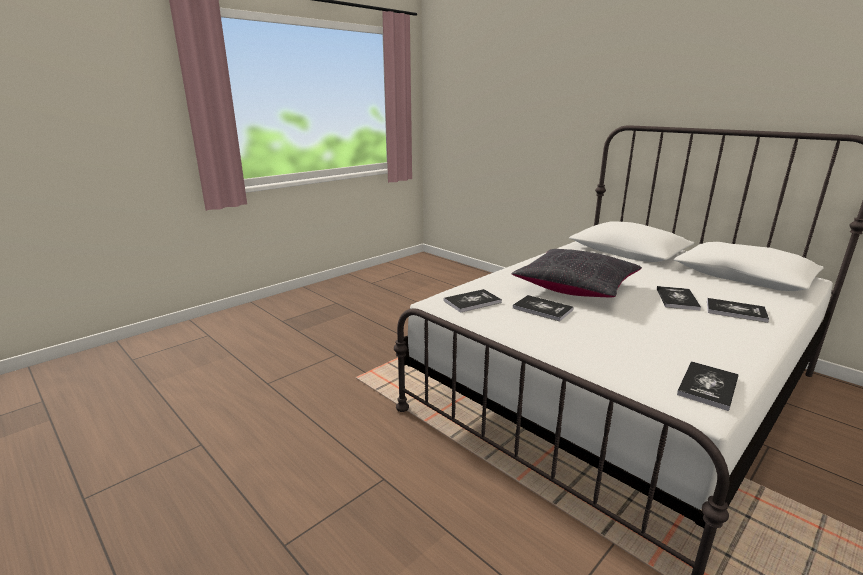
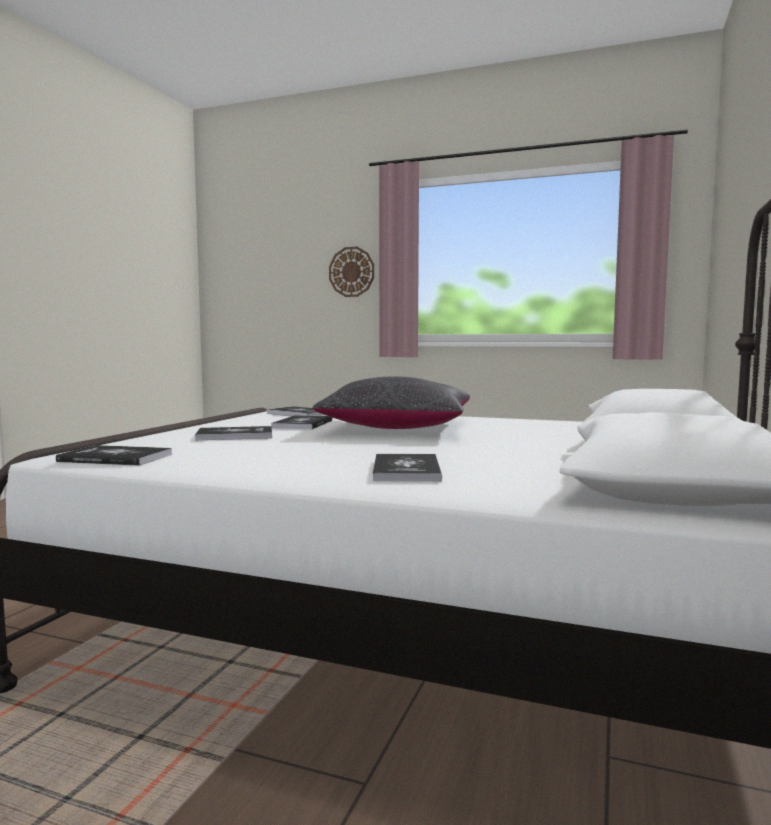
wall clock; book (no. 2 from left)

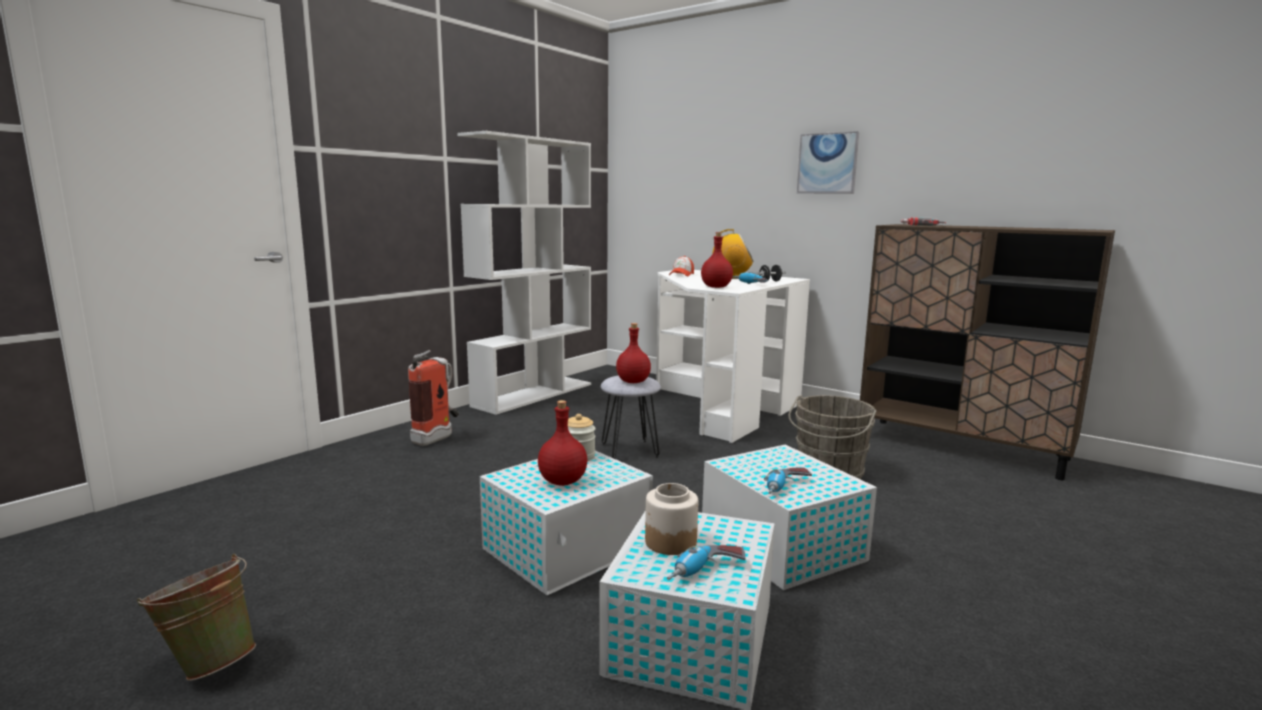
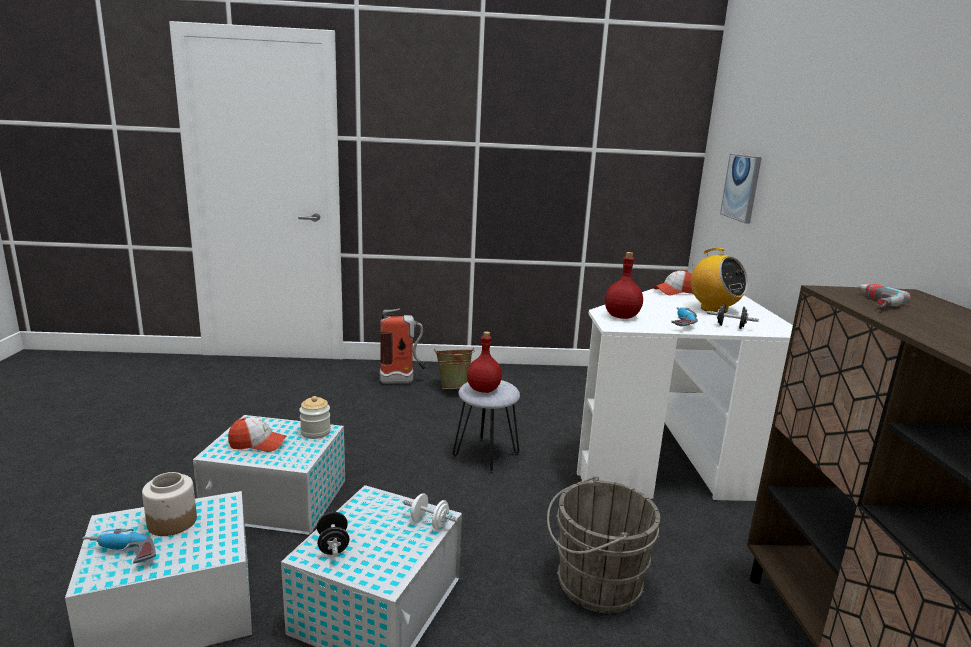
shelving unit (white-coloured); dumbbell (white-coloured); pail (green); picture; peaked cap (no. 1 from left); dumbbell (blackish) (no. 1 from left)

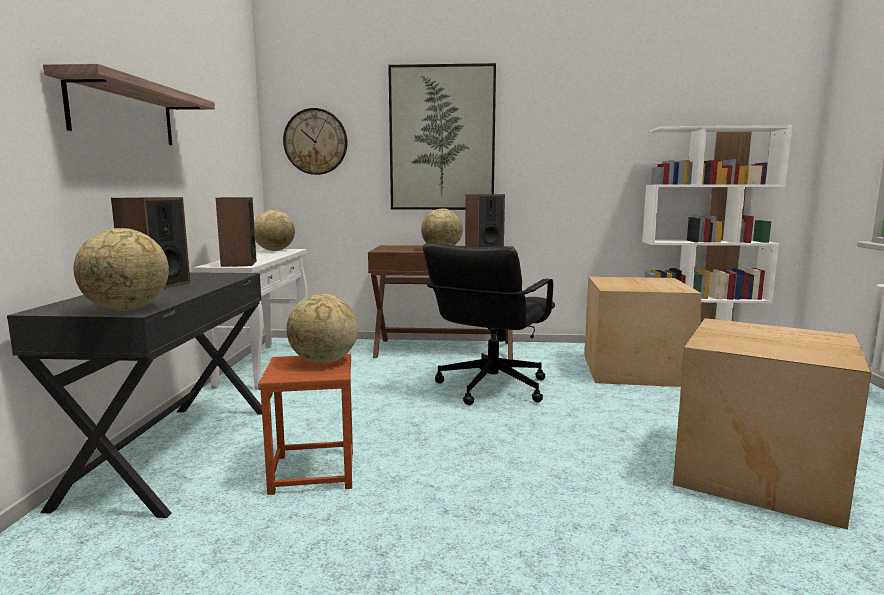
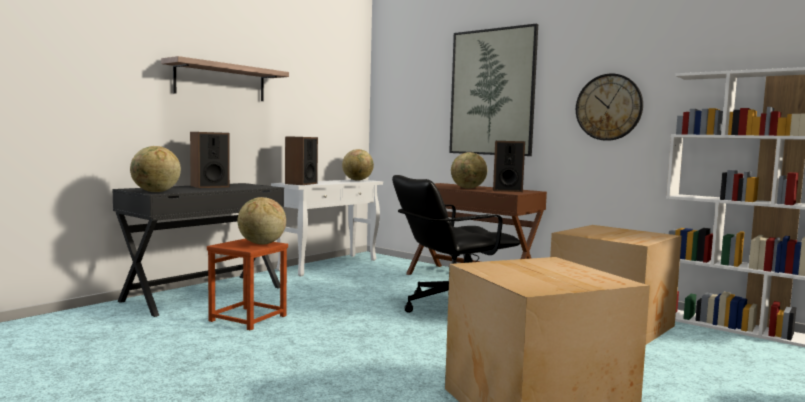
wall clock

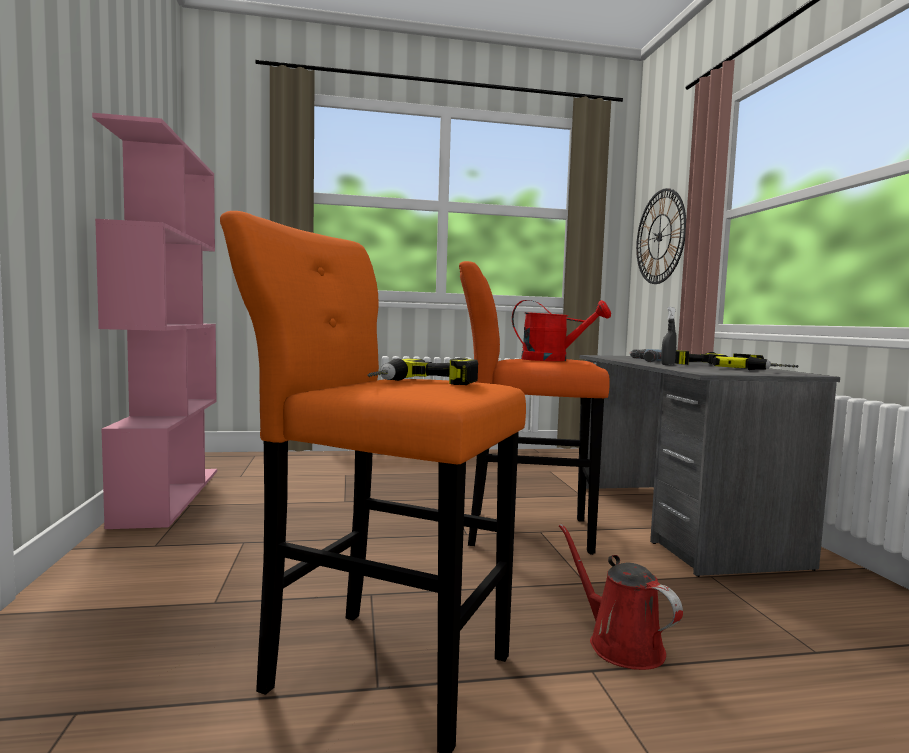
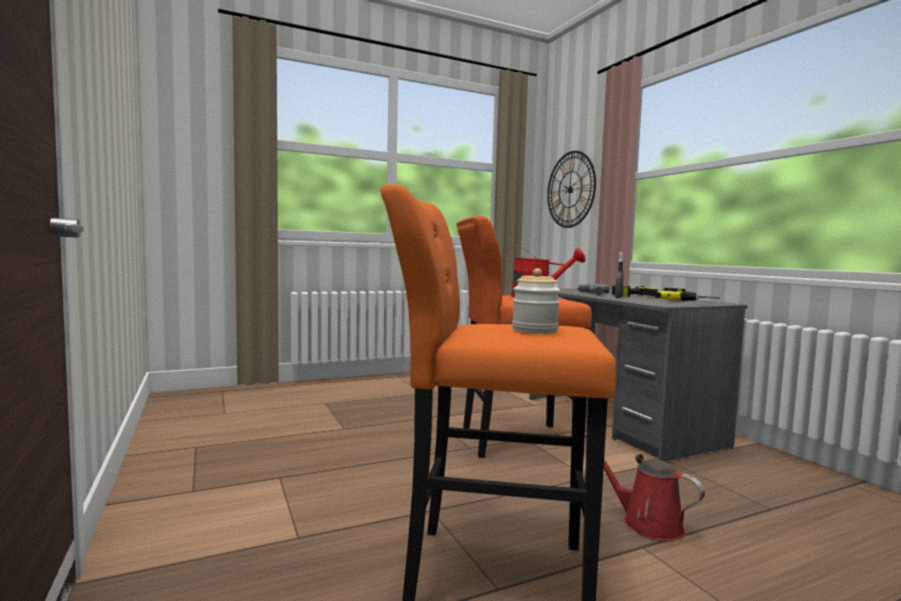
shelving unit (pink); jar

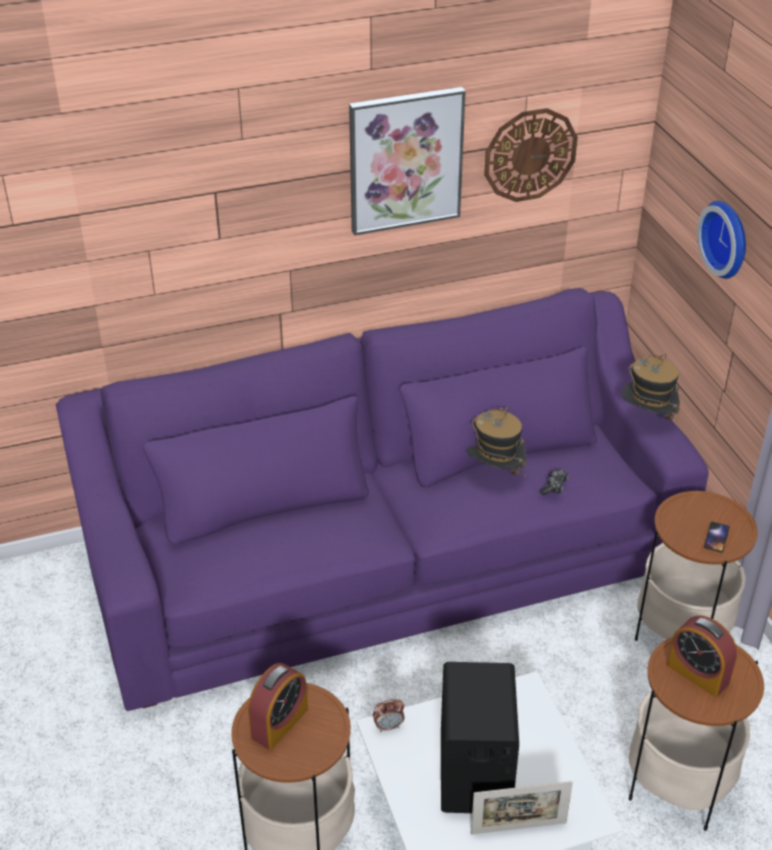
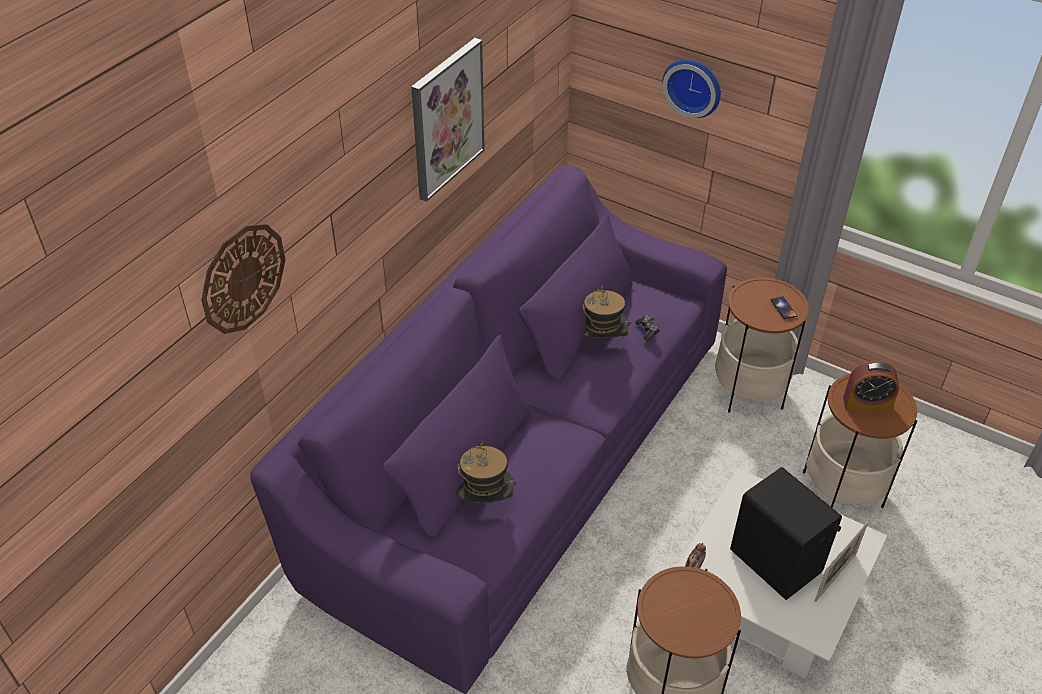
alarm clock (no. 1 from left in the first image); wall clock (no. 1 from left); hat (no. 1 from left)

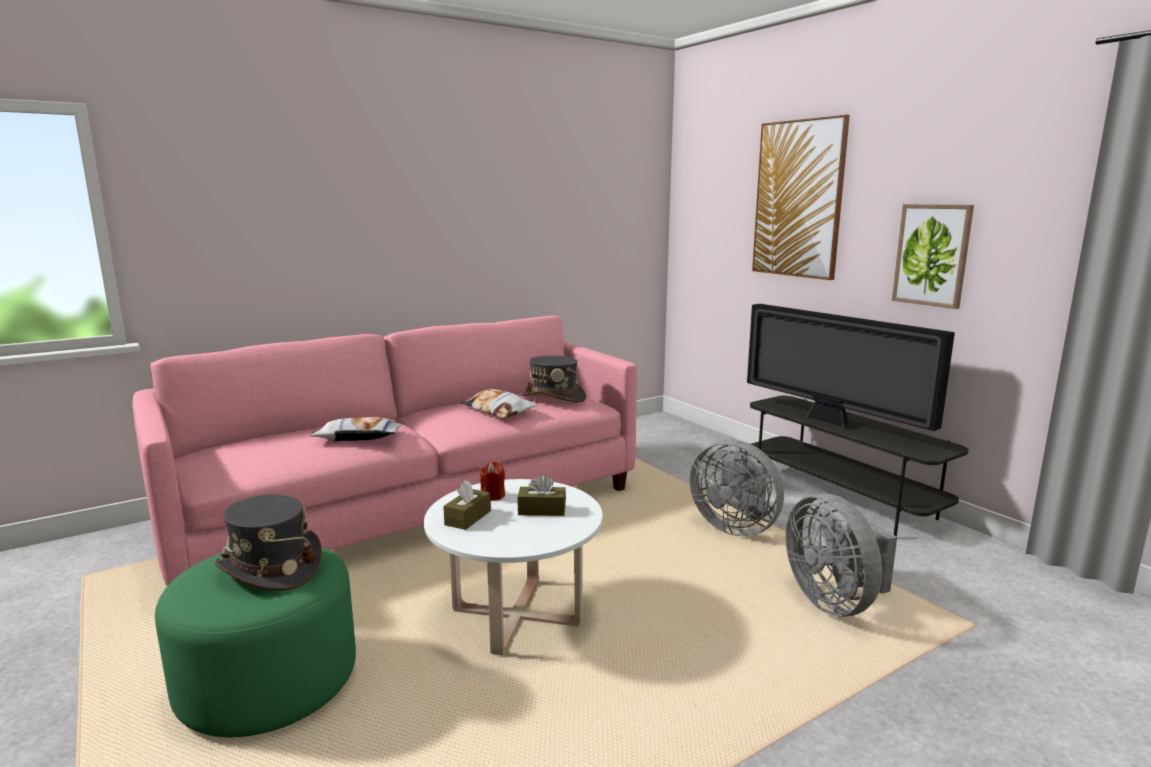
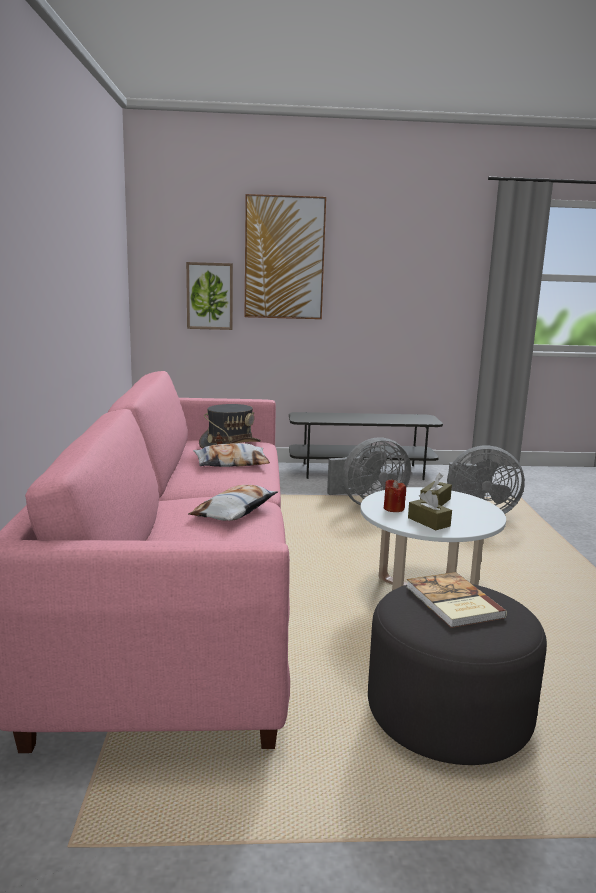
television; picture (no. 1 from left); book; pouffe (grey)

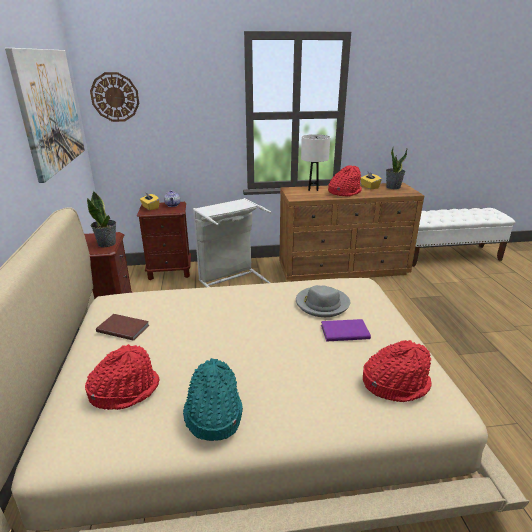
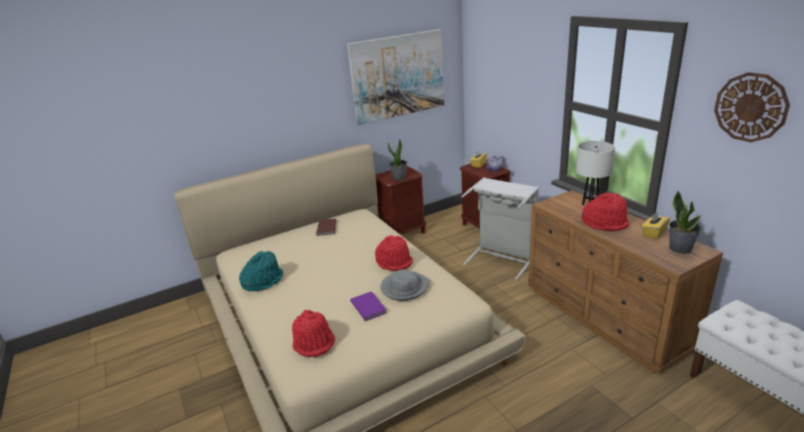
hat (red) (no. 2 from left); wall clock

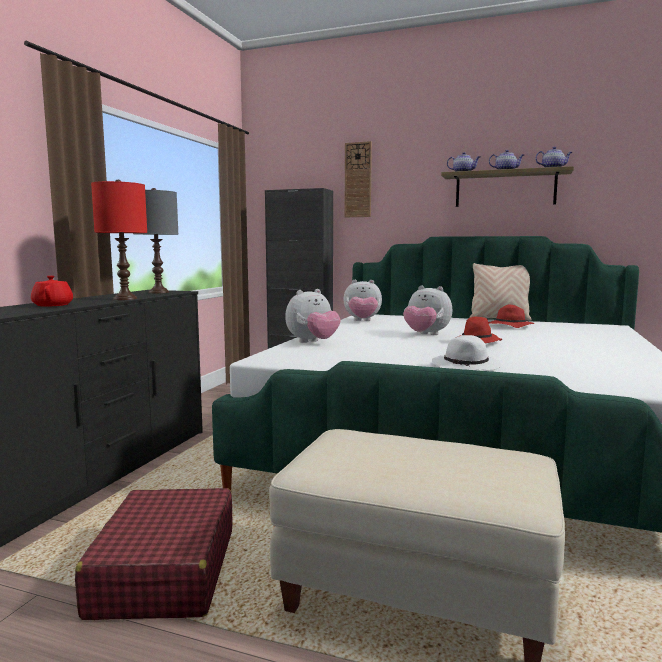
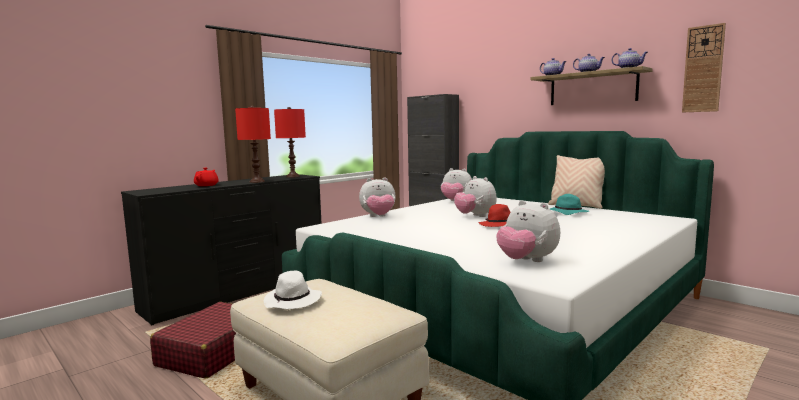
plush toy (no. 4 from left); wall clock; hat (white-coloured); lamp for a table (red) (no. 2 from left); hat (turquoise-coloured)

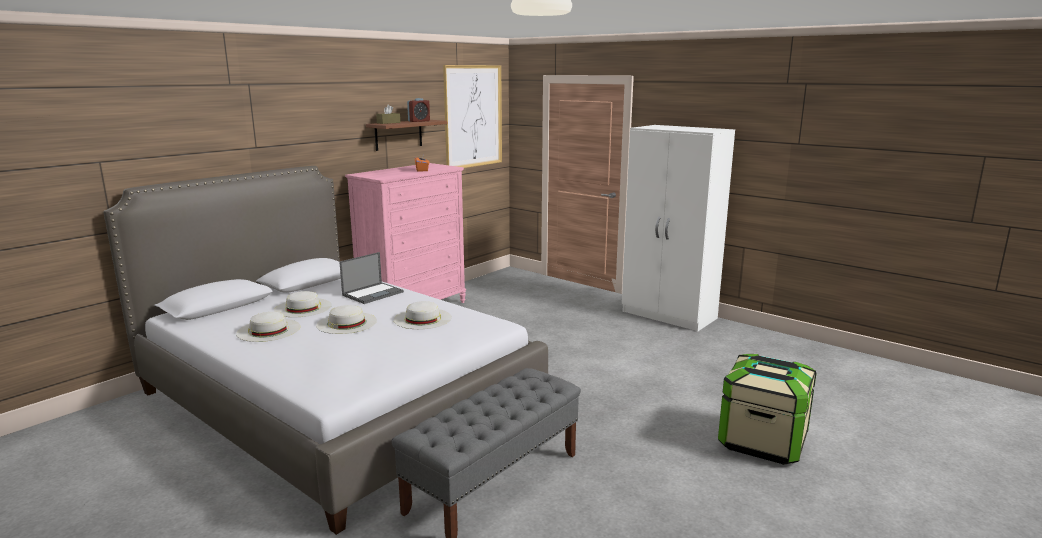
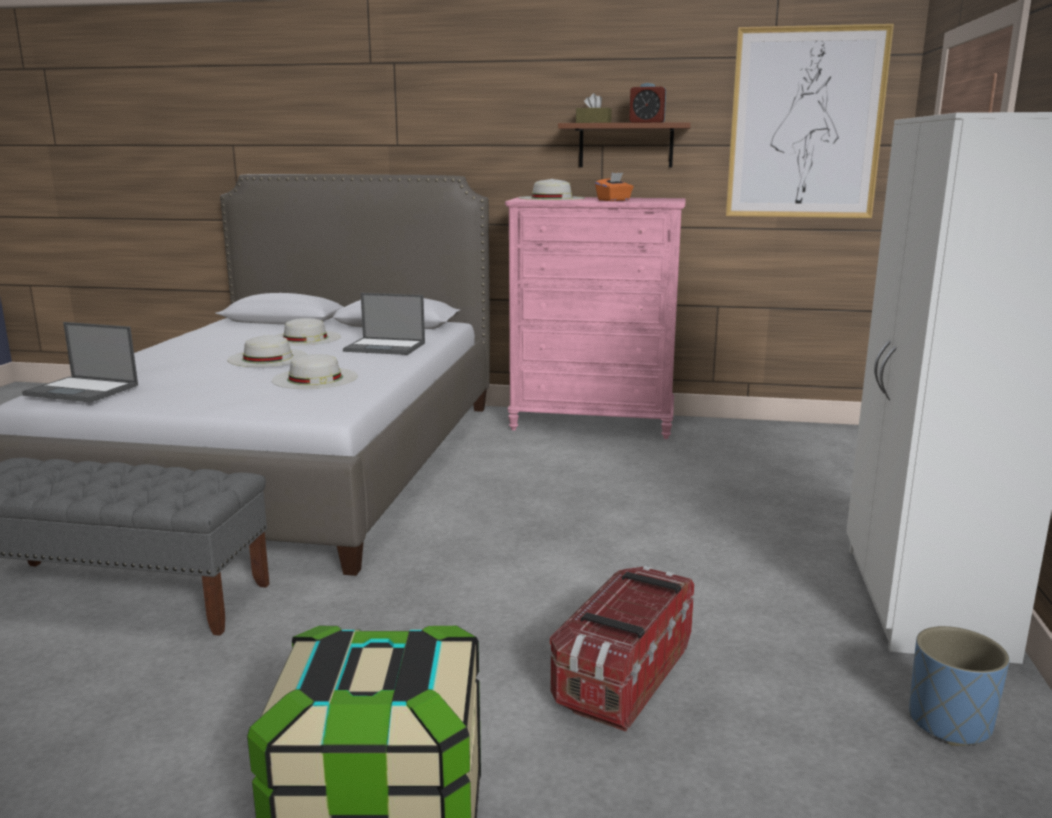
portable computer (no. 1 from left); storage container (no. 2 from left); planter (blue); hat (white-coloured) (no. 4 from left)

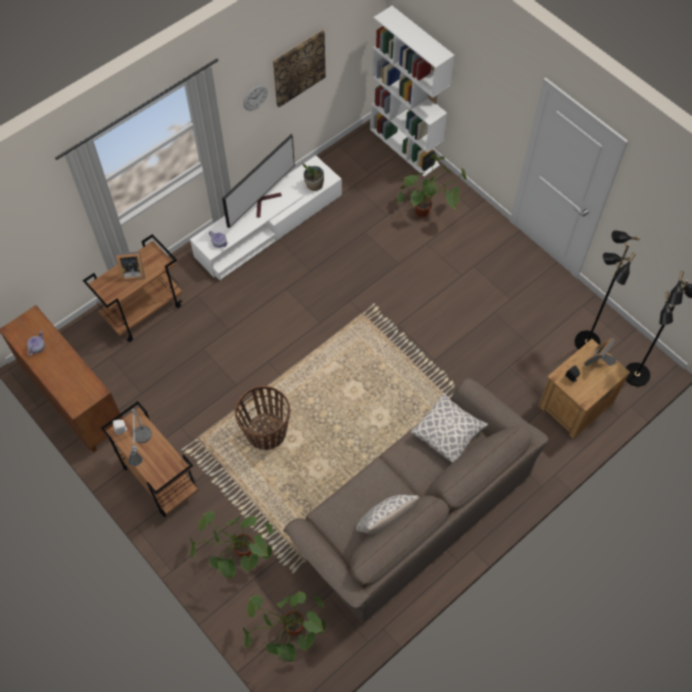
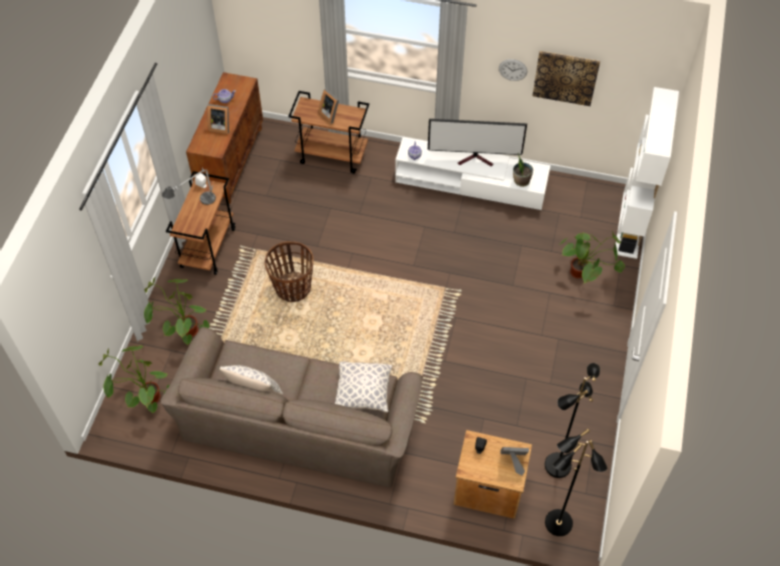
picture frame (no. 1 from left)

